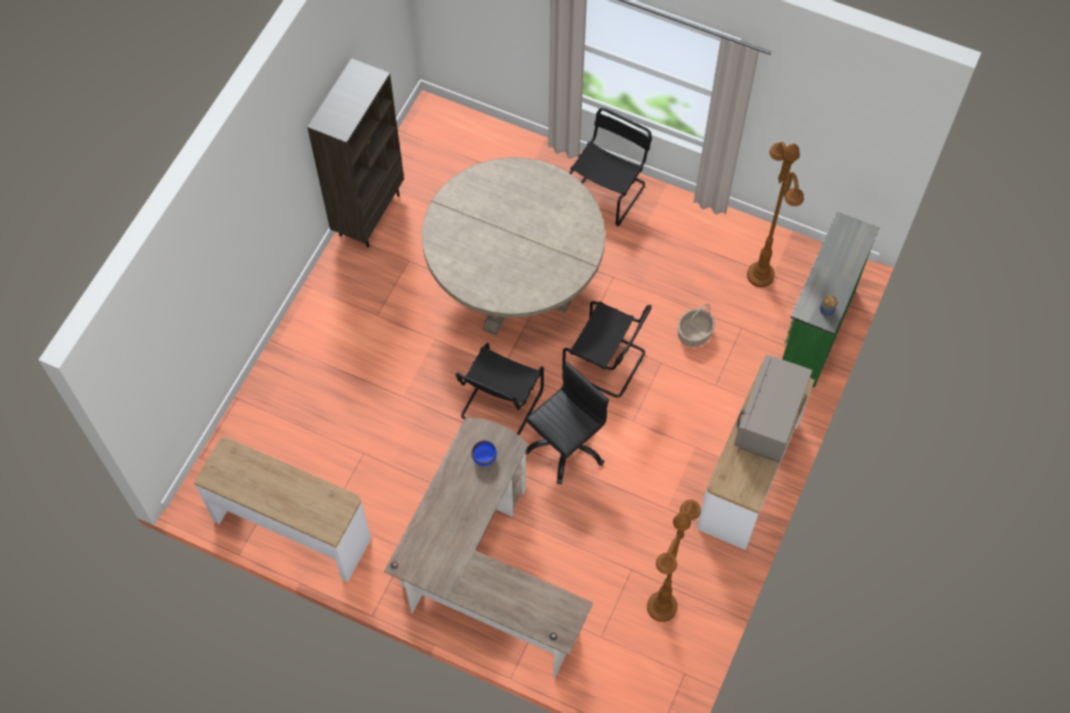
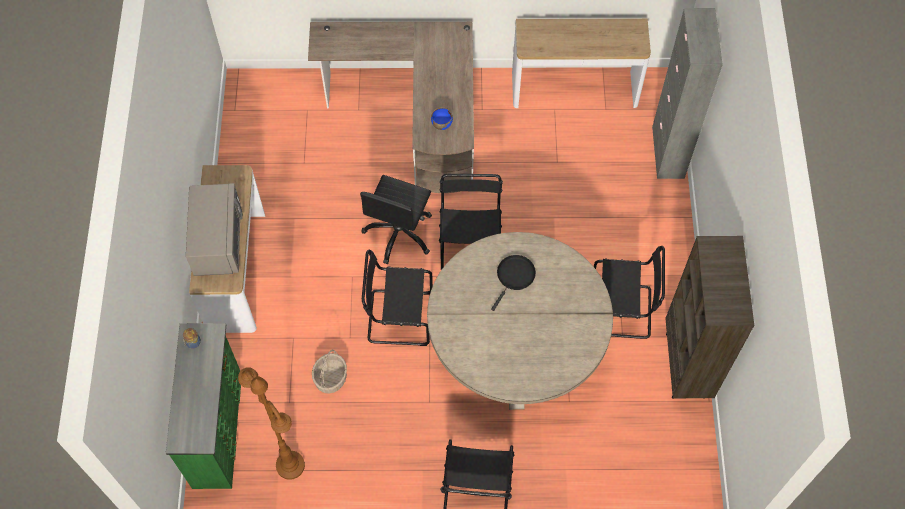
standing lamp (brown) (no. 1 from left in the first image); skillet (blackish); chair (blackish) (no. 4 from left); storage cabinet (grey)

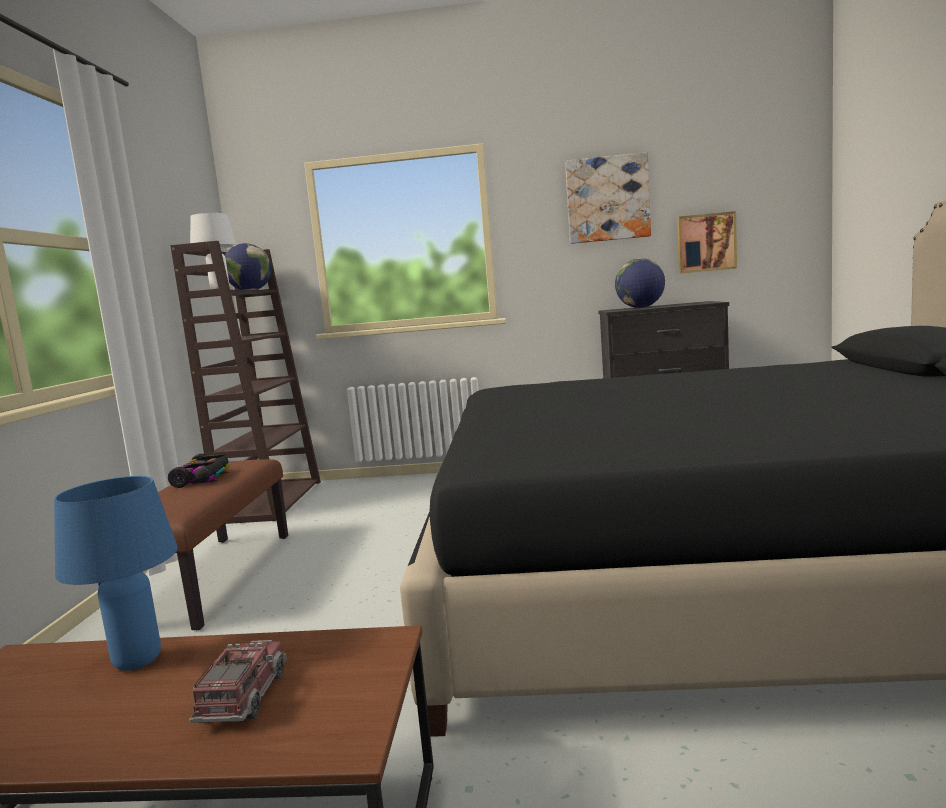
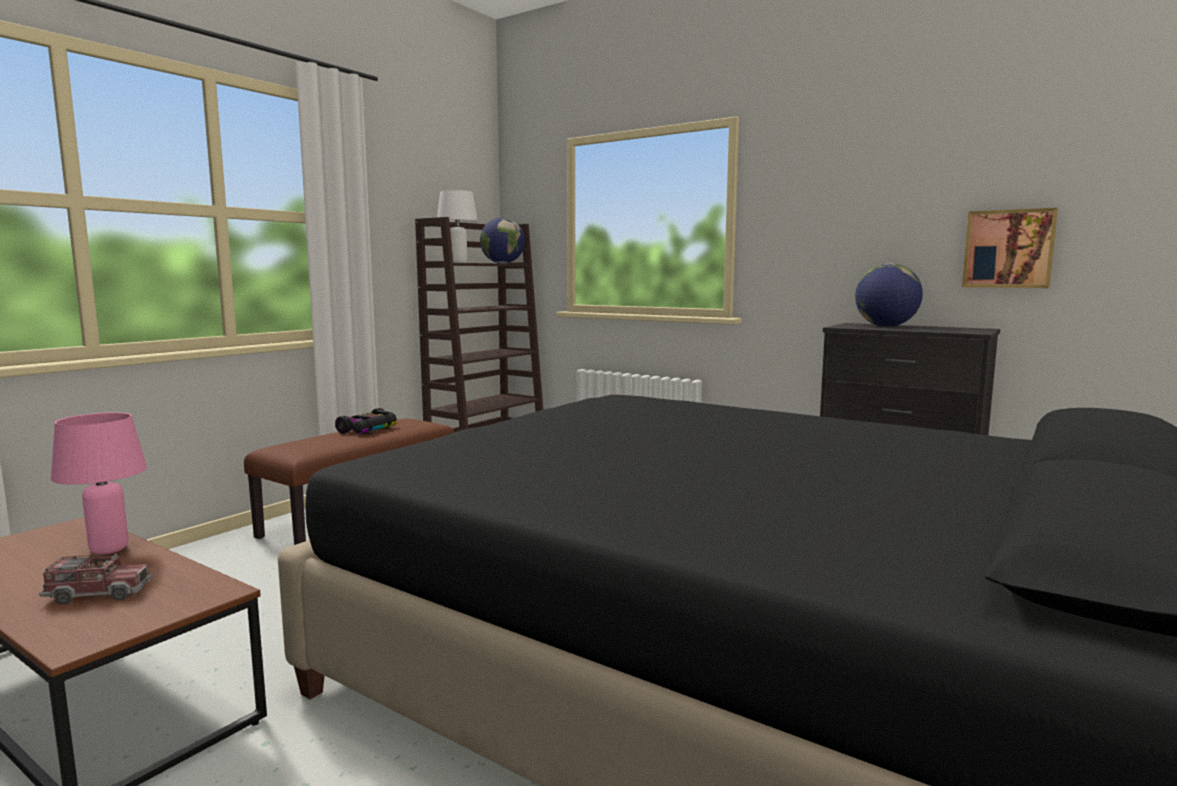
picture (no. 1 from left in the first image); lamp for a table (pink); toy lorry

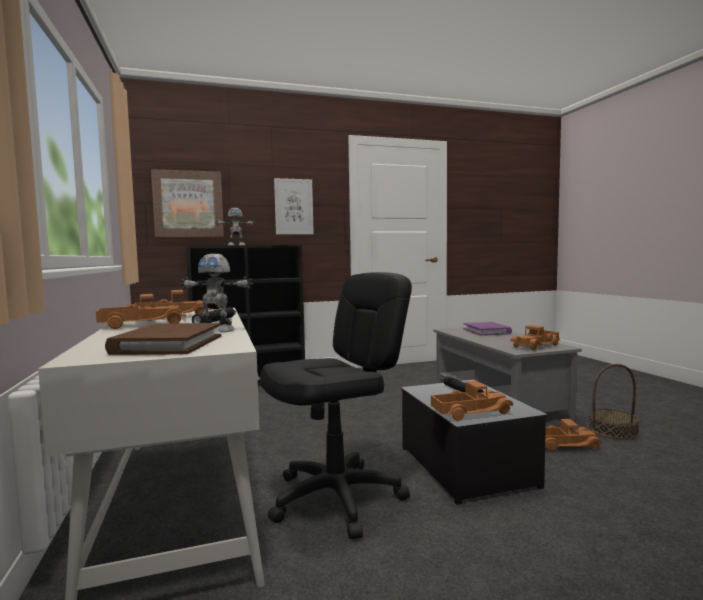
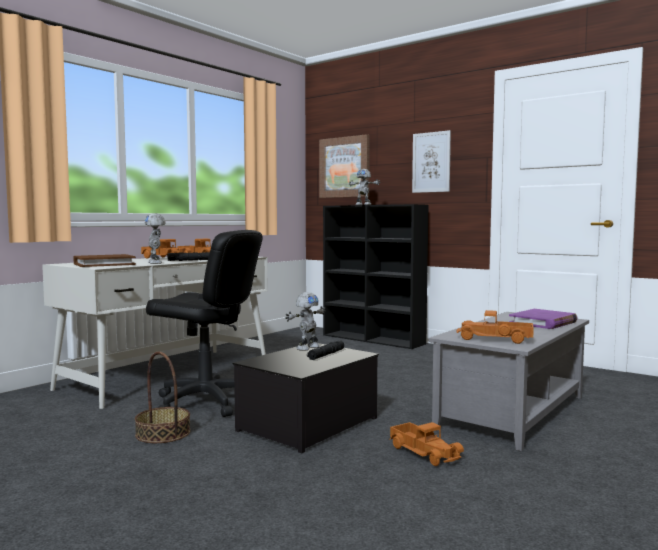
toy lorry (no. 3 from left in the first image); robot figure (no. 2 from left); household basket

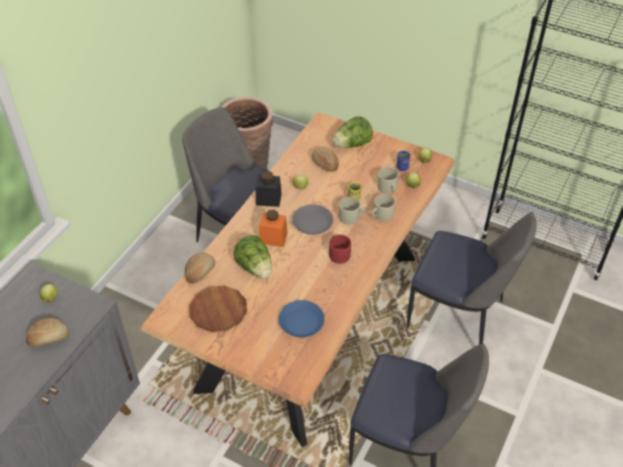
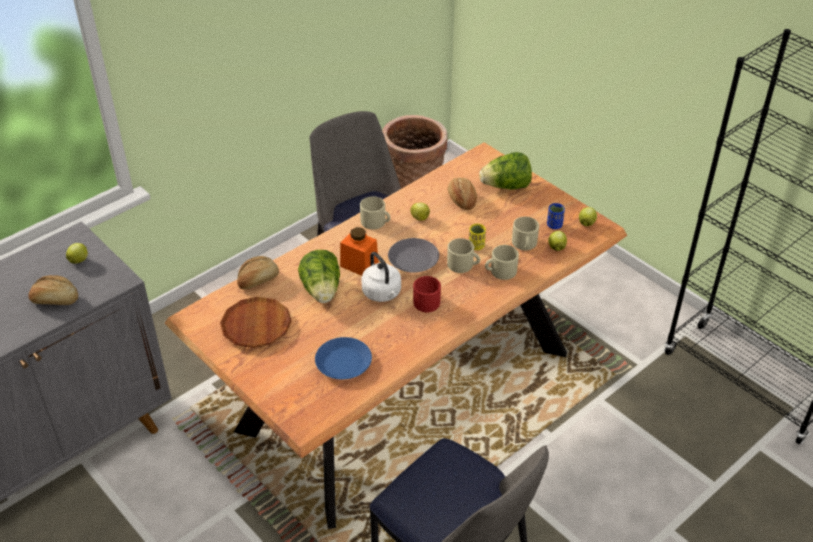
chair (no. 3 from left in the first image); water kettle (white-coloured); coffee mug (beige-coloured) (no. 1 from left)

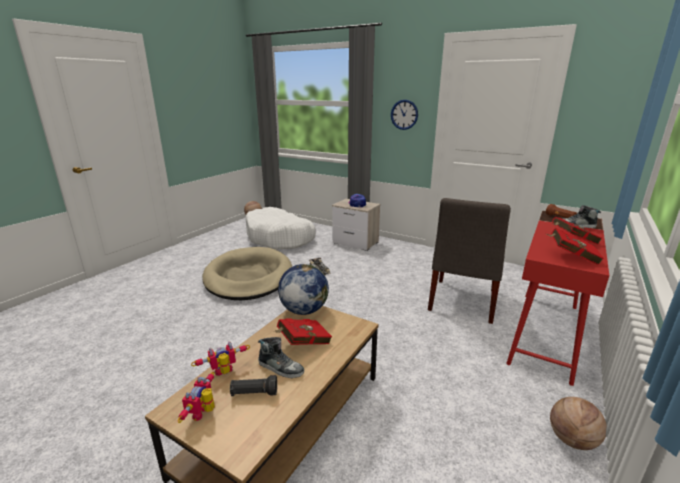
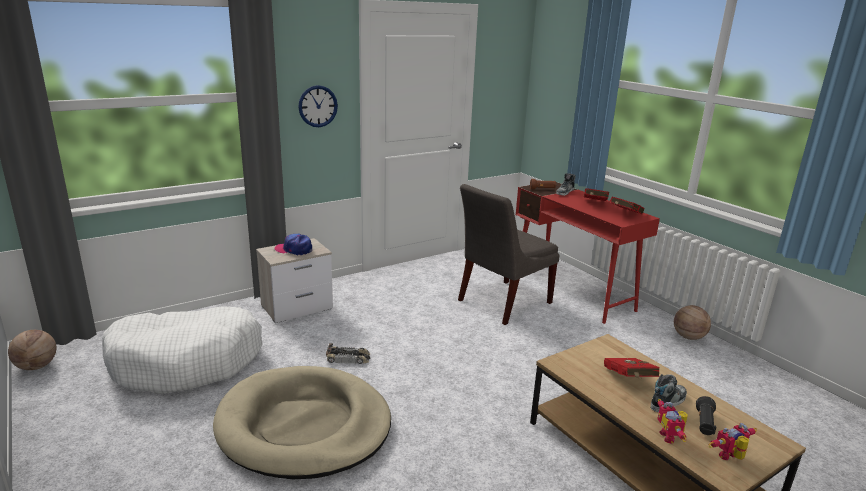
world globe; robot figure (no. 2 from left); chair (grey)

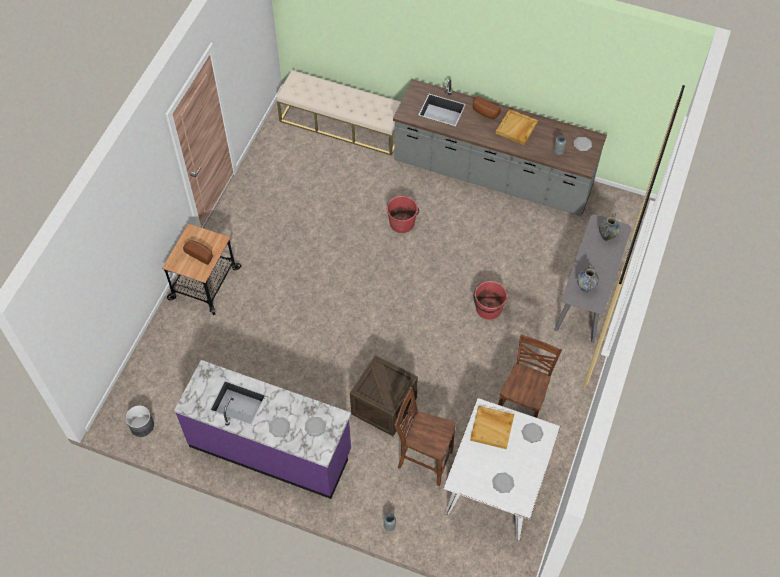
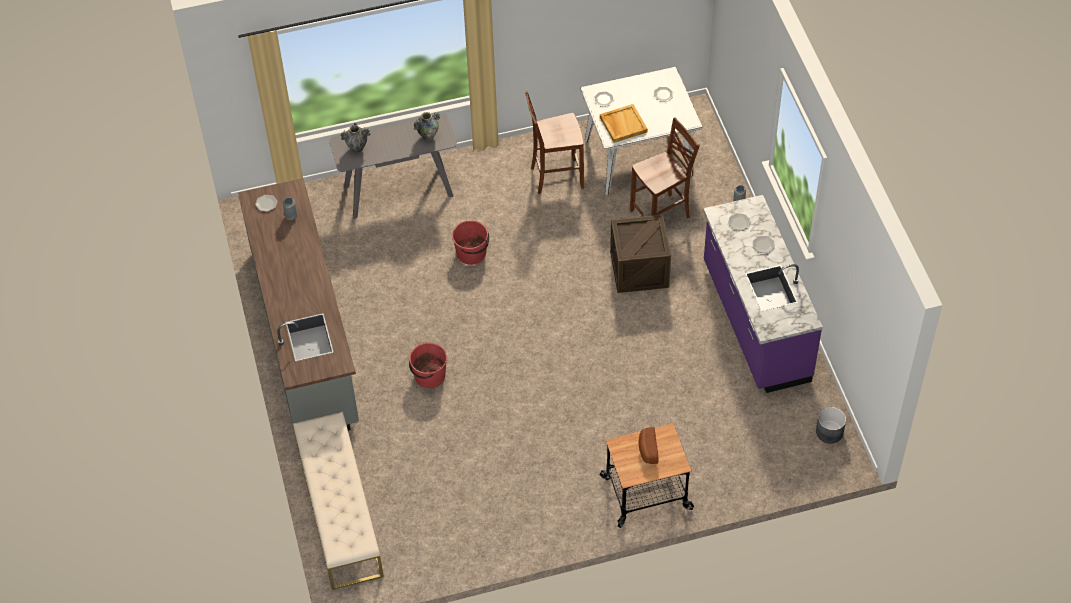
bread (no. 2 from left in the first image); tray (beige-coloured) (no. 2 from left in the first image); chair (brown) (no. 2 from left)

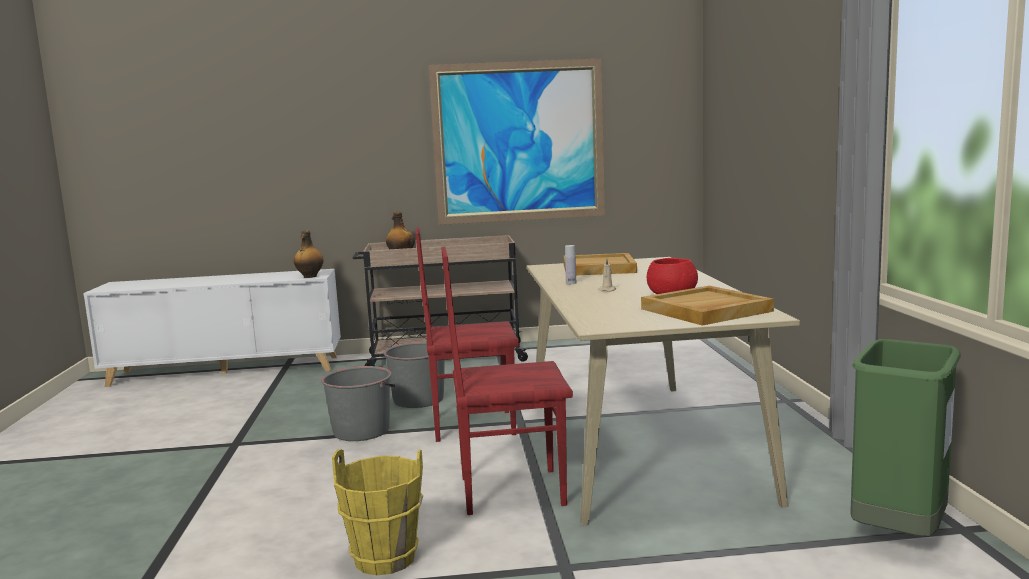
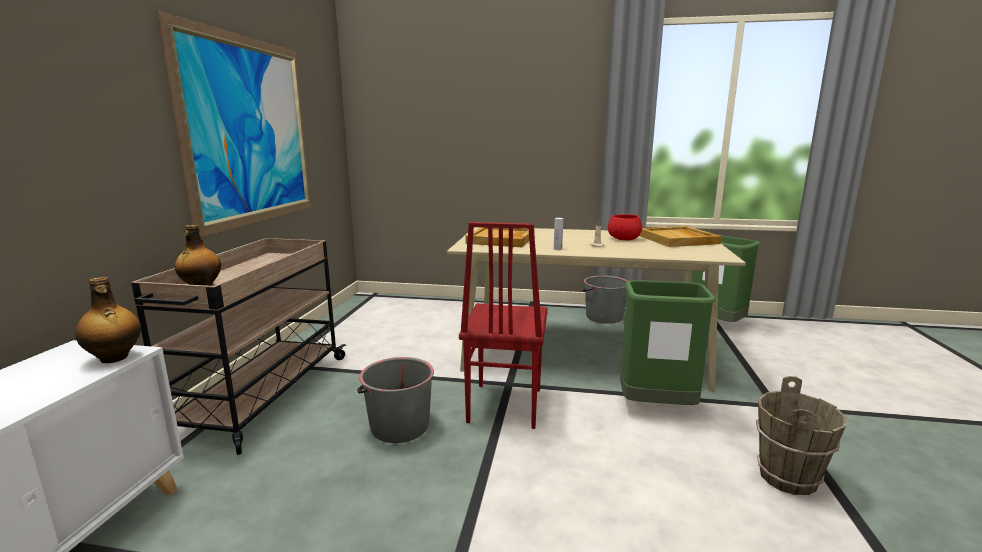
pail (grey) (no. 2 from left); waste bin (green) (no. 1 from left); pail (brown)

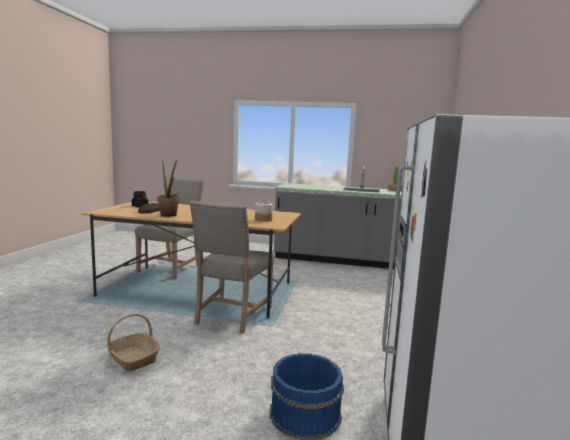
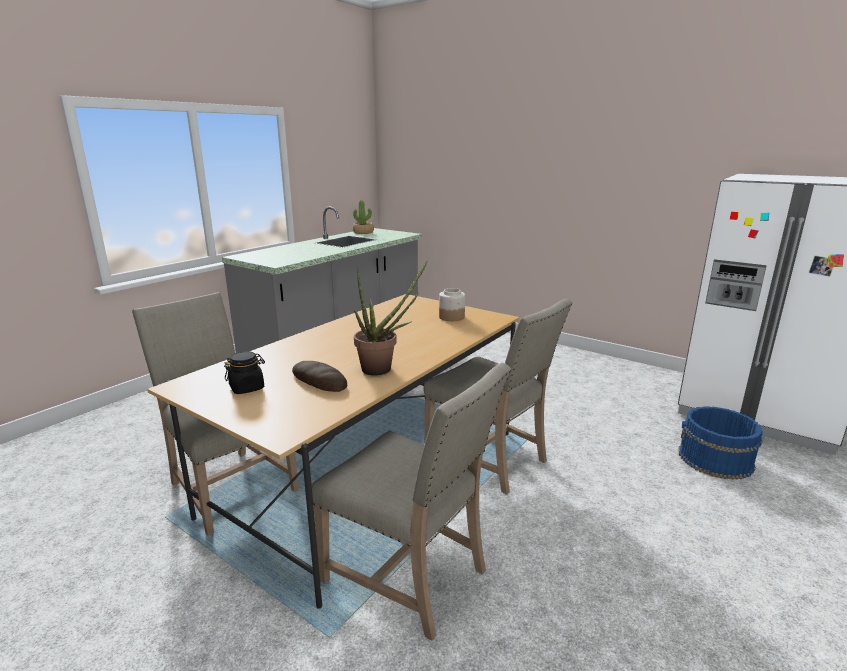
household basket; chair (beige-coloured) (no. 2 from left)

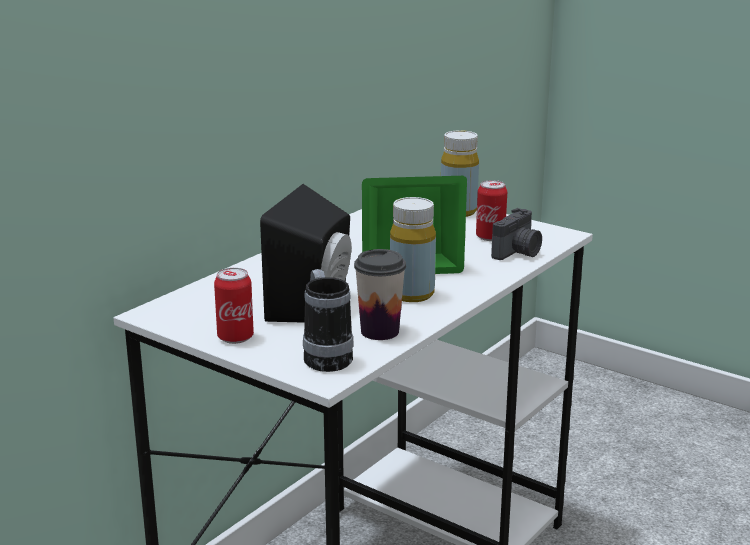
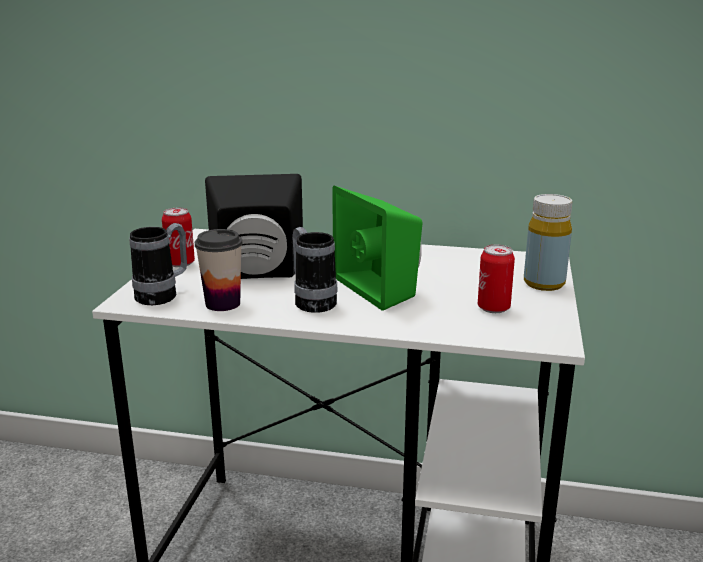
still camera; coffee mug (no. 2 from left)

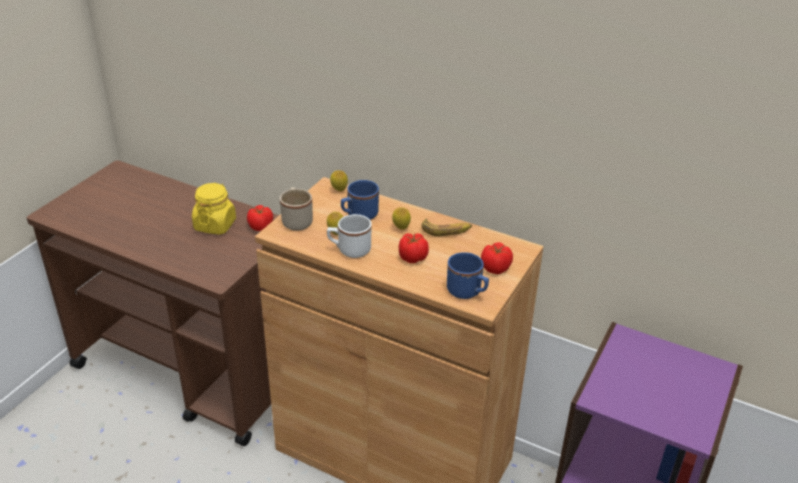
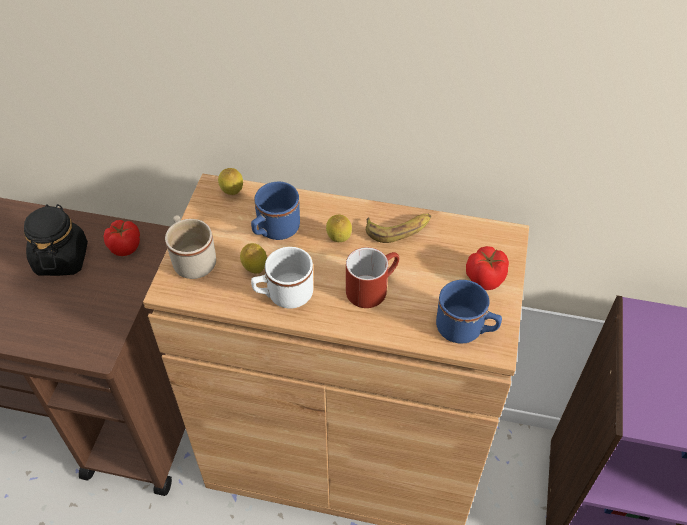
coffee mug (red); jar (blackish)

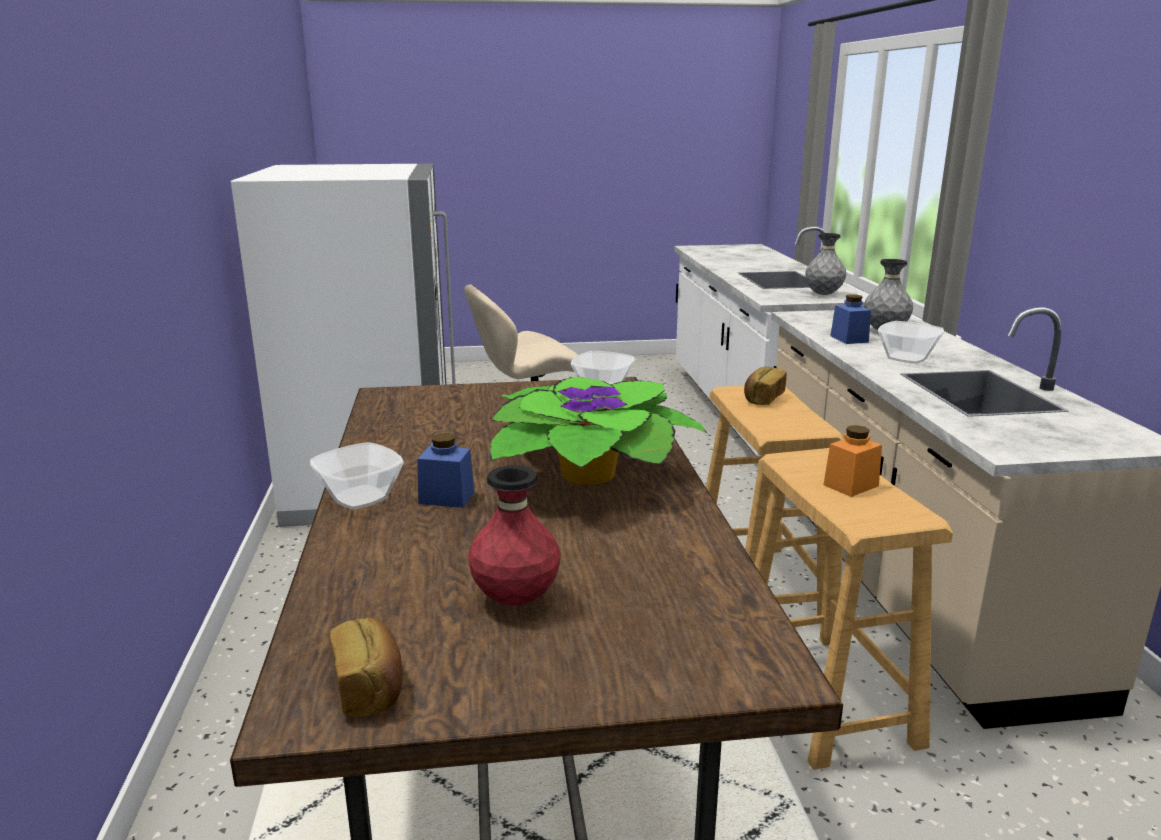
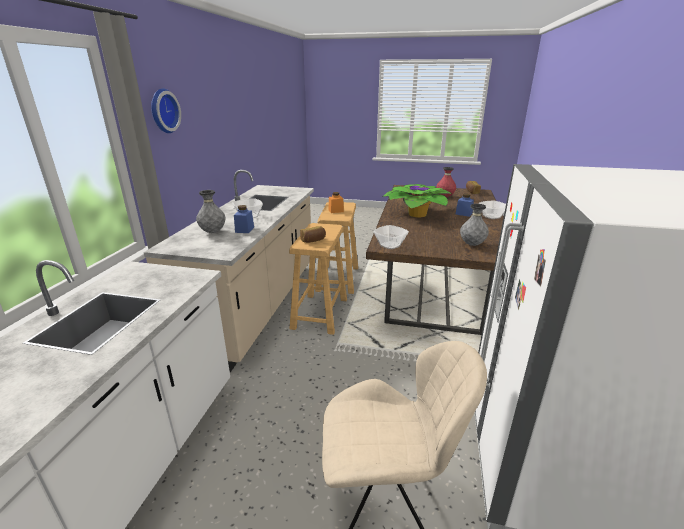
wall clock; vase (grey) (no. 2 from left)

